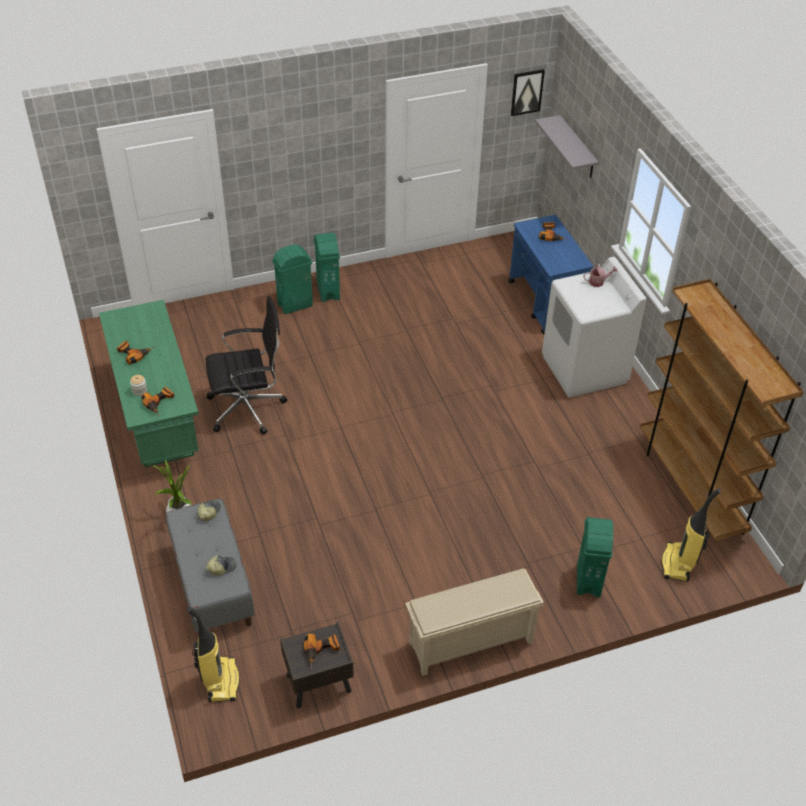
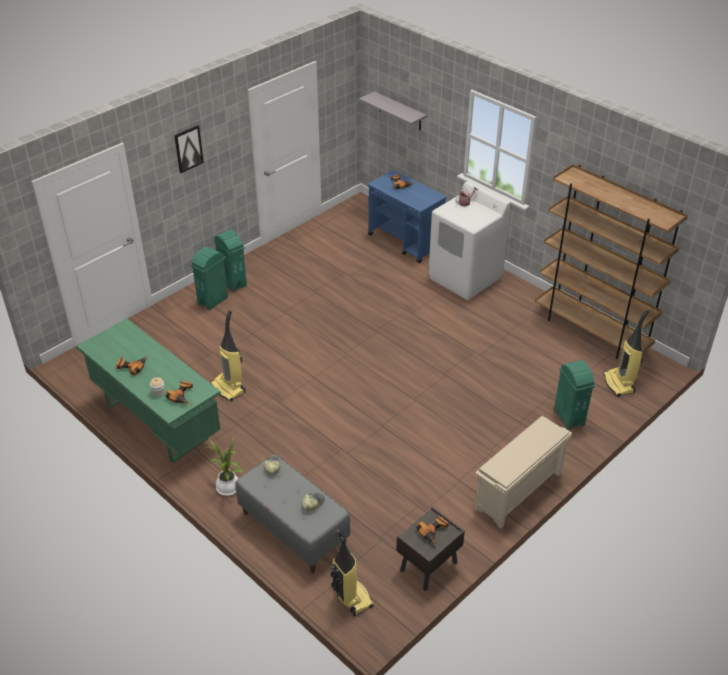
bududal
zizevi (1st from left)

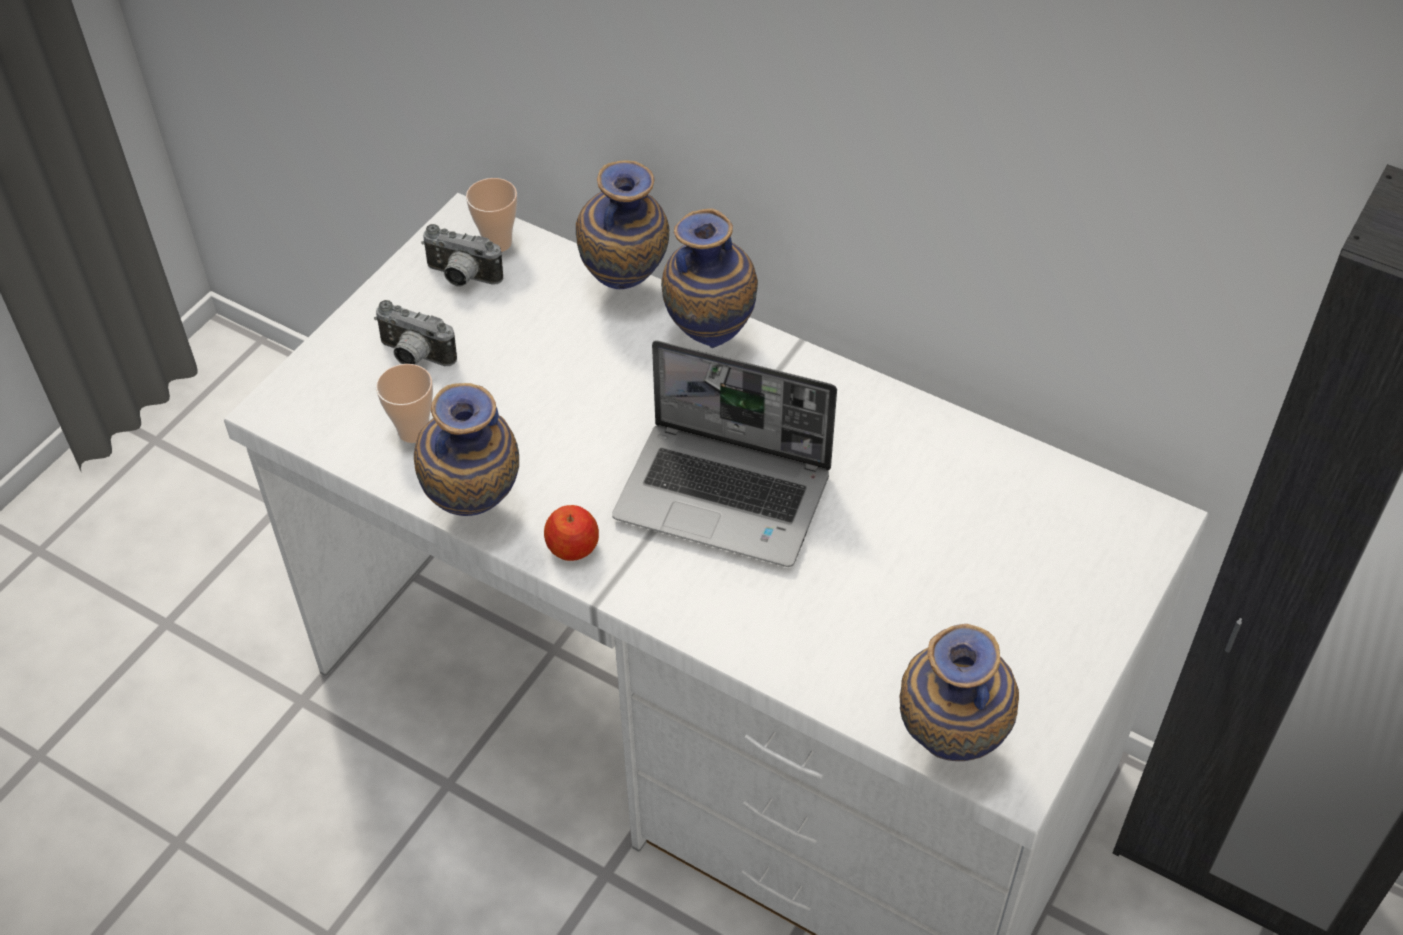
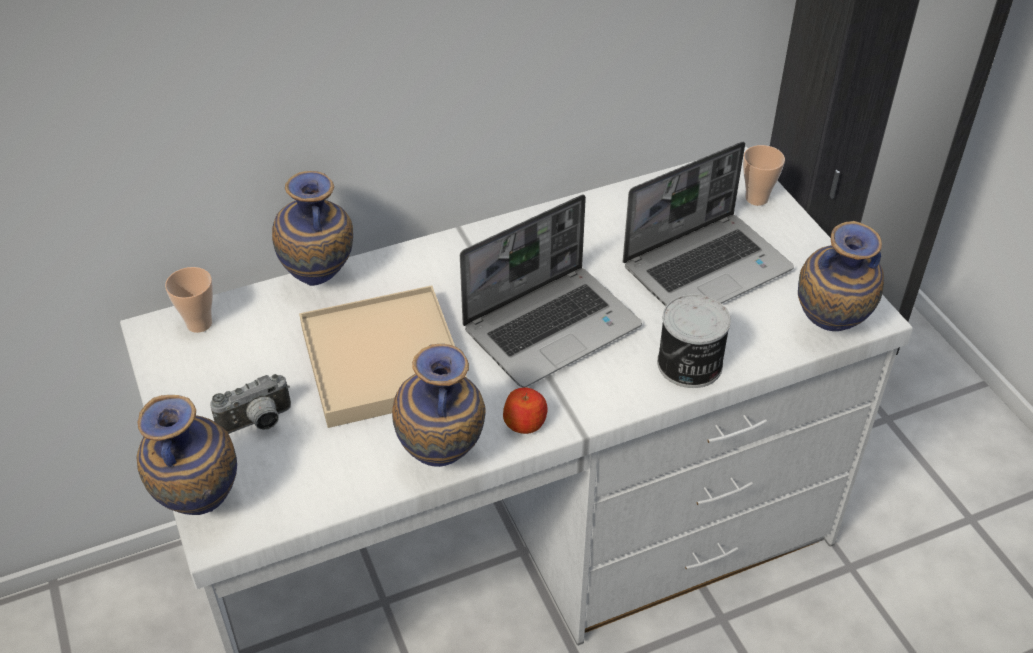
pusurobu (1st from left)
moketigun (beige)
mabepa (2nd from left)
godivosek
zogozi (2nd from left)
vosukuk (2nd from left in the first image)

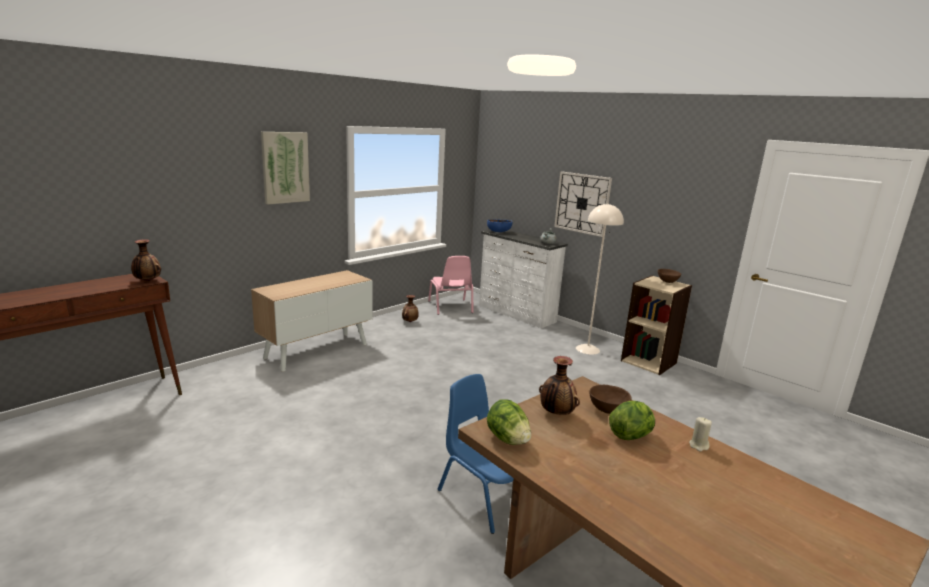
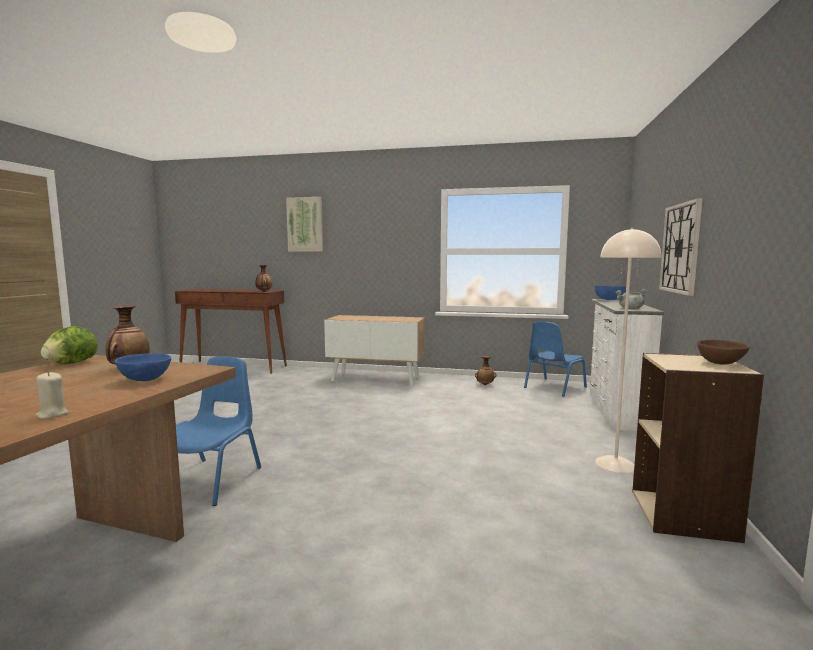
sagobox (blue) (1st from left)
bududal
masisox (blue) (2nd from left)
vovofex (2nd from left in the first image)

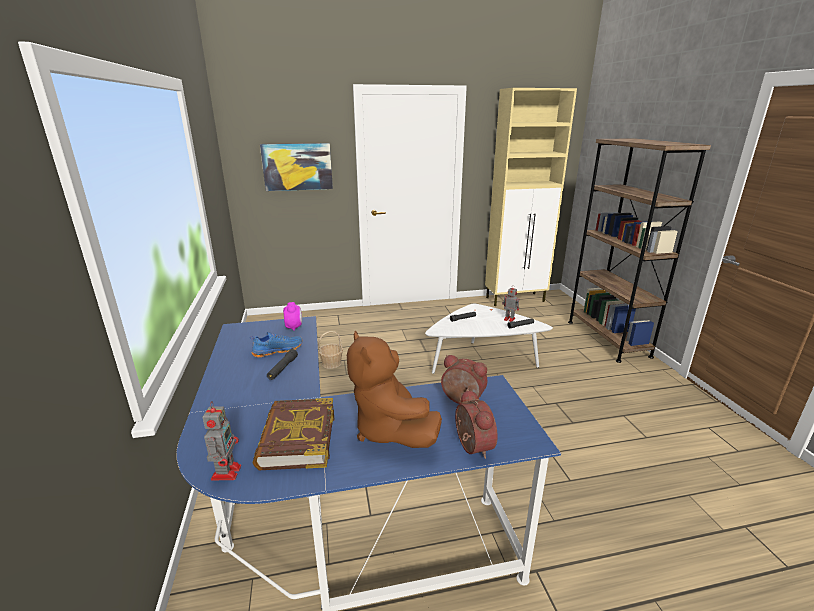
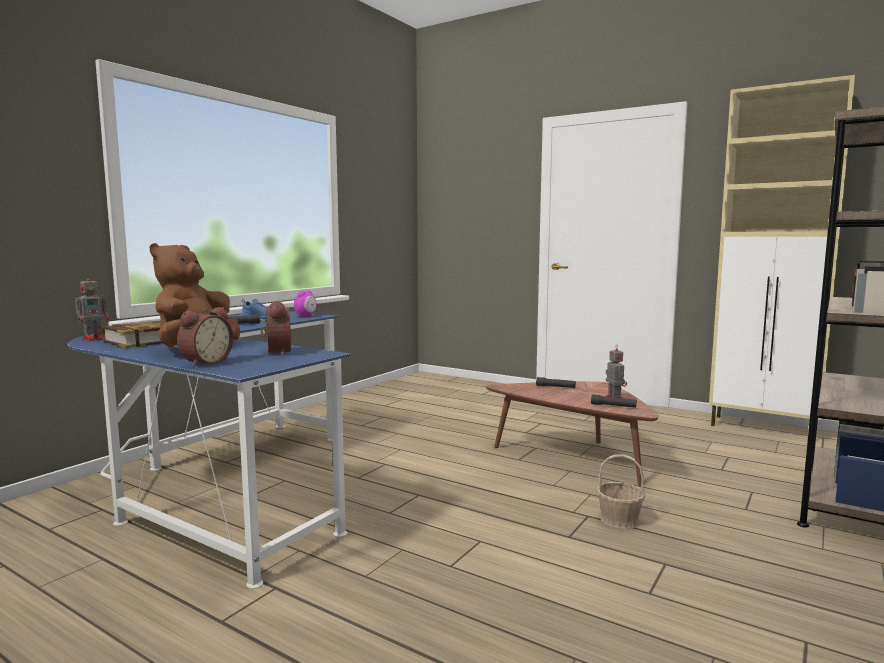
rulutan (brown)
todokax
bududal

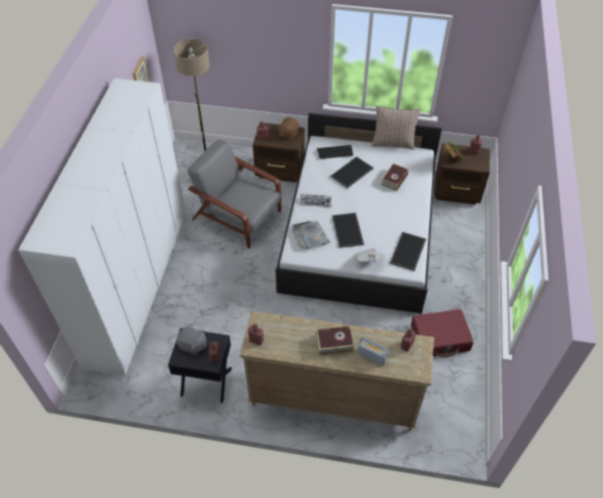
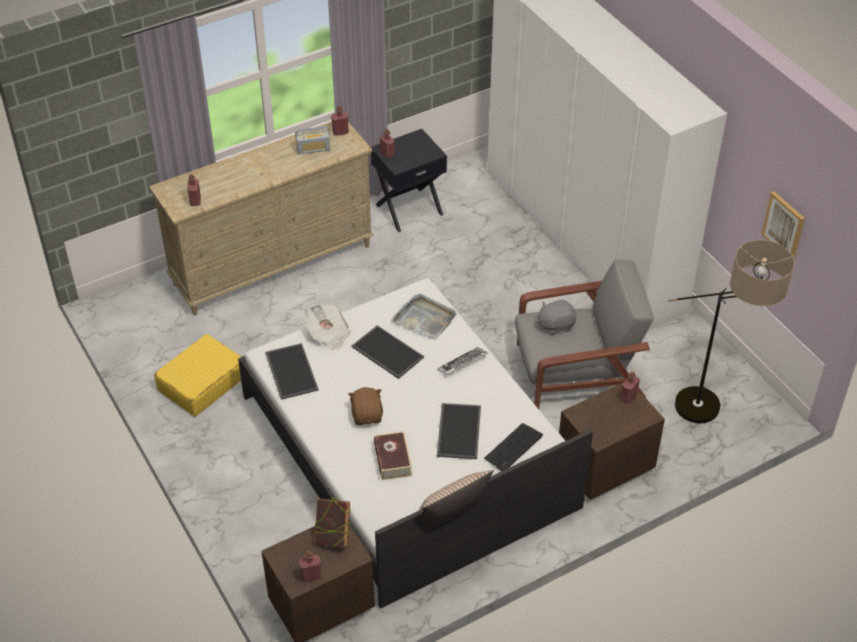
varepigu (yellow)
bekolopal
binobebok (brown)
binobebok (grey)
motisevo (1st from left in the first image)

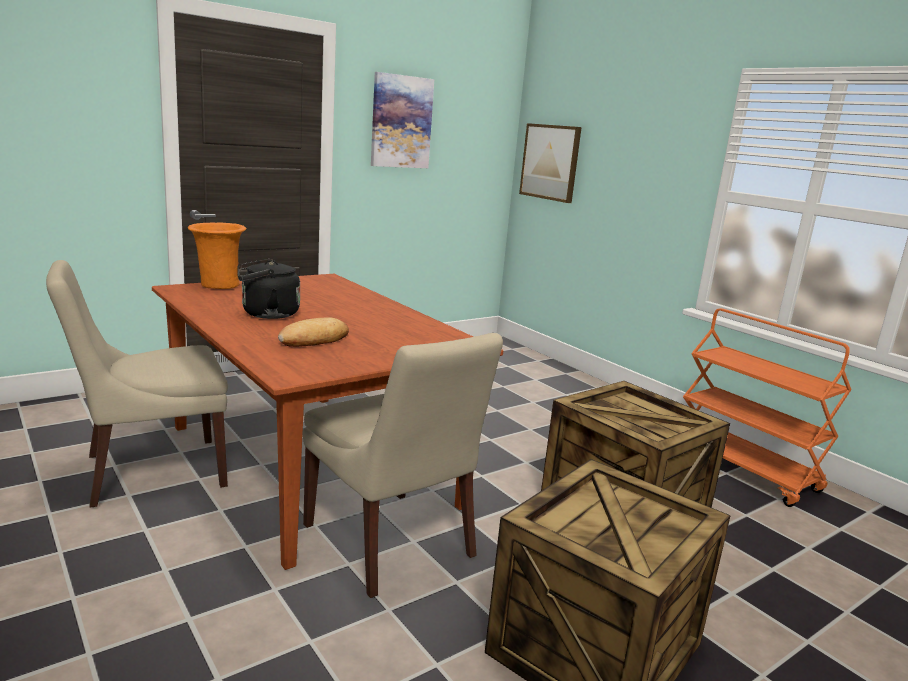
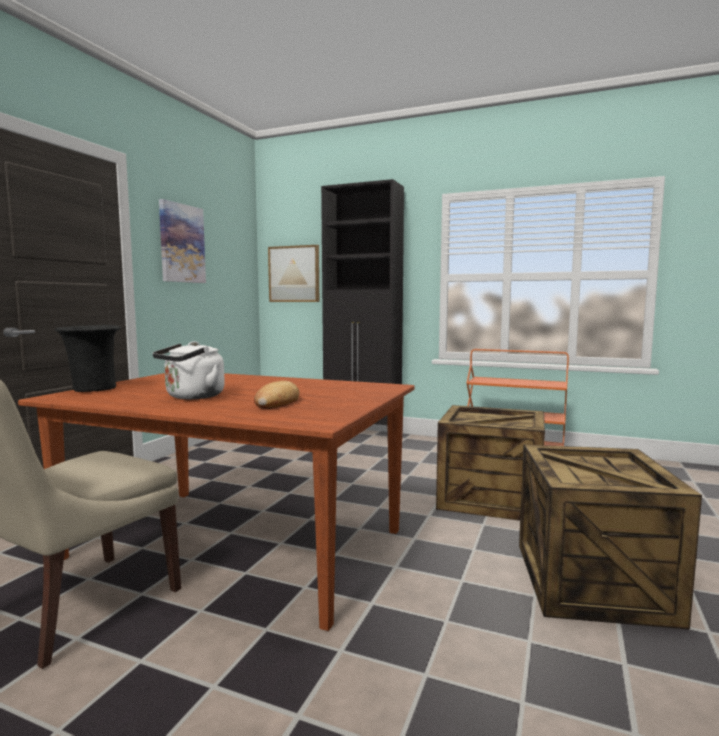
pusurobu (black)
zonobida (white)
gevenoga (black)
masisox (beige) (2nd from left in the first image)

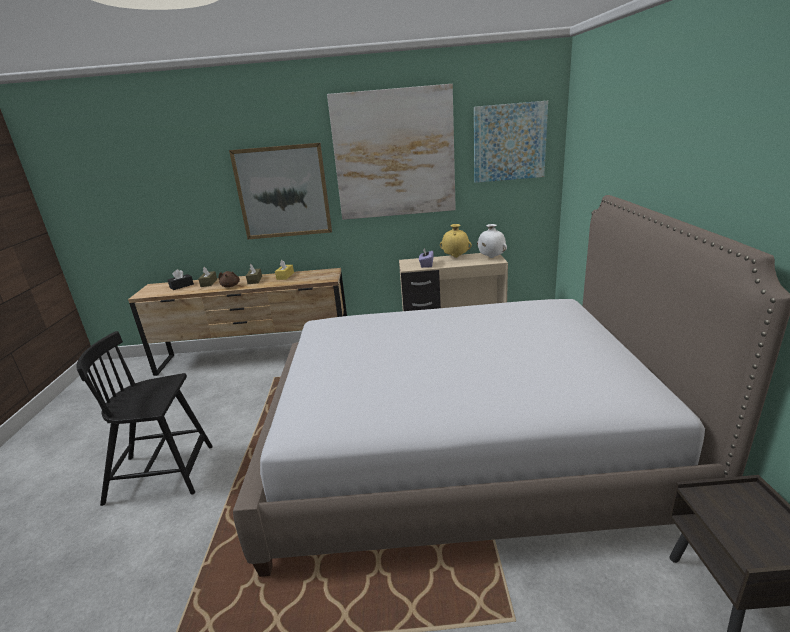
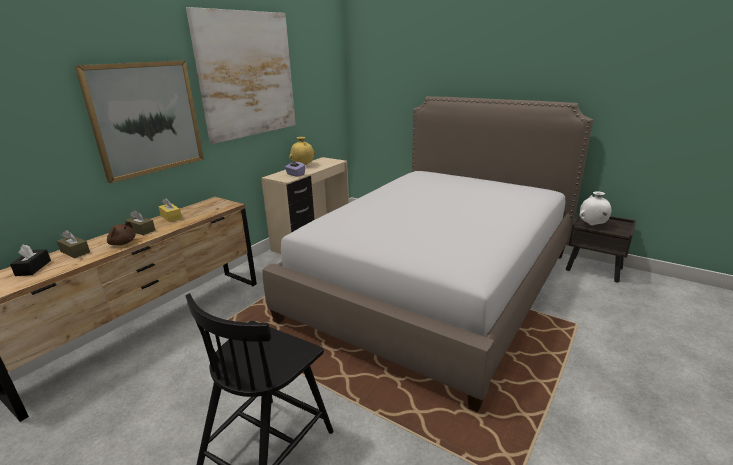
pusurobu (white)
bududal (3rd from left in the first image)

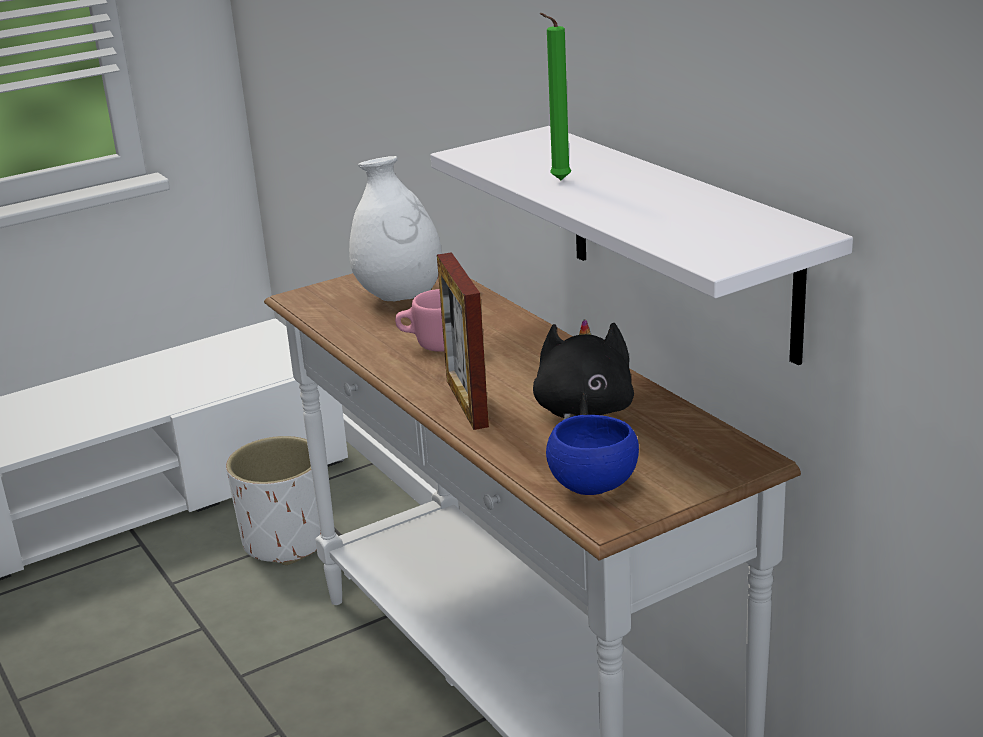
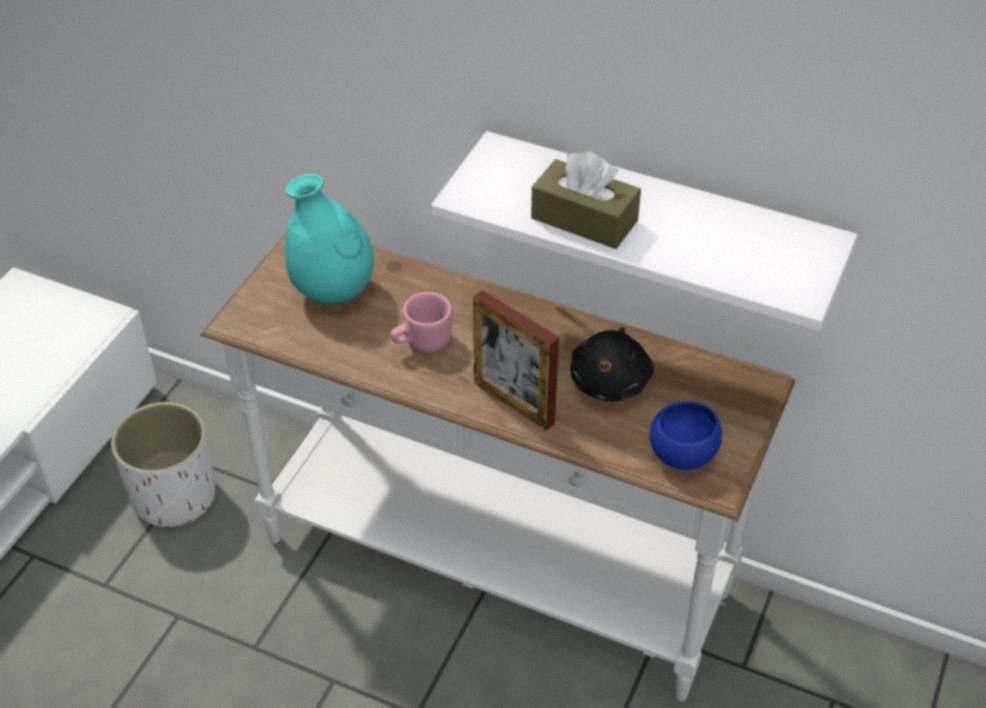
pusurobu (turquoise)
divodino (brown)
binobebok (black)

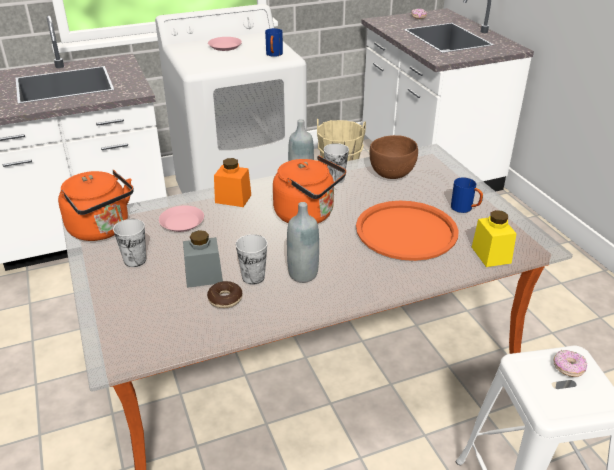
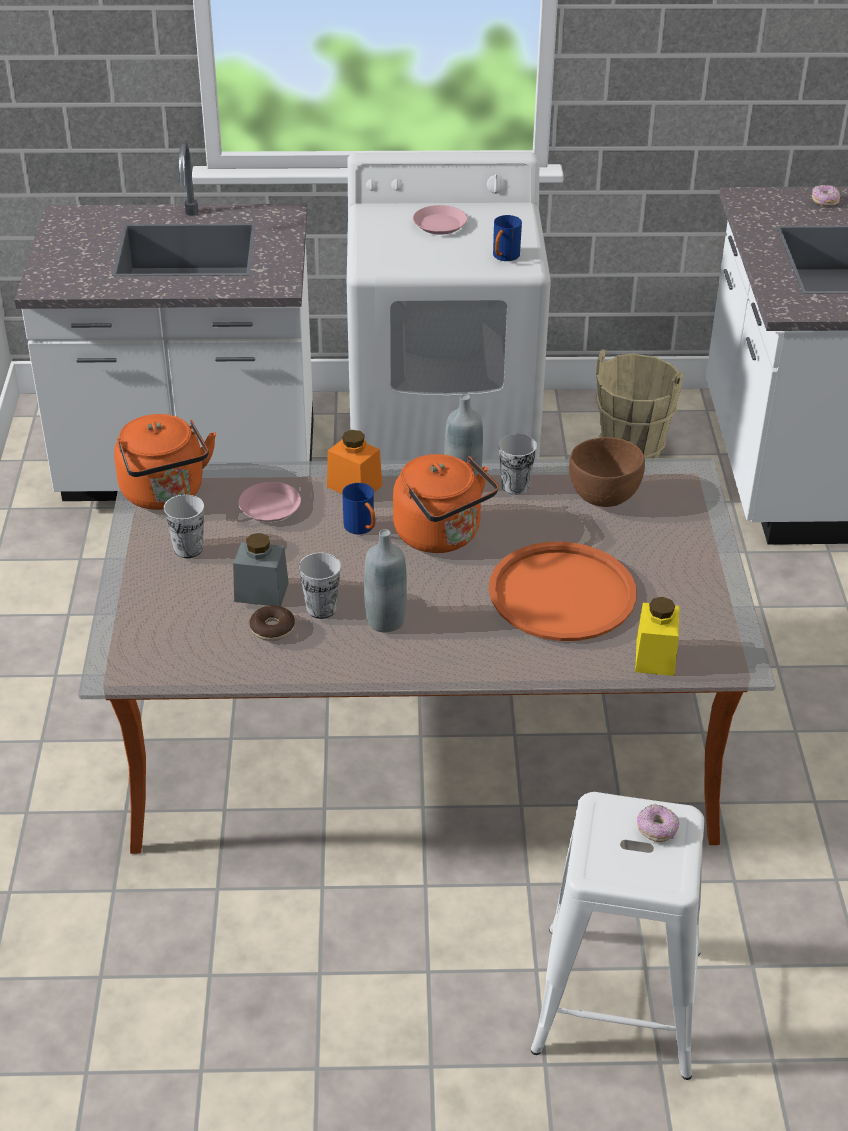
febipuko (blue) (1st from left)

